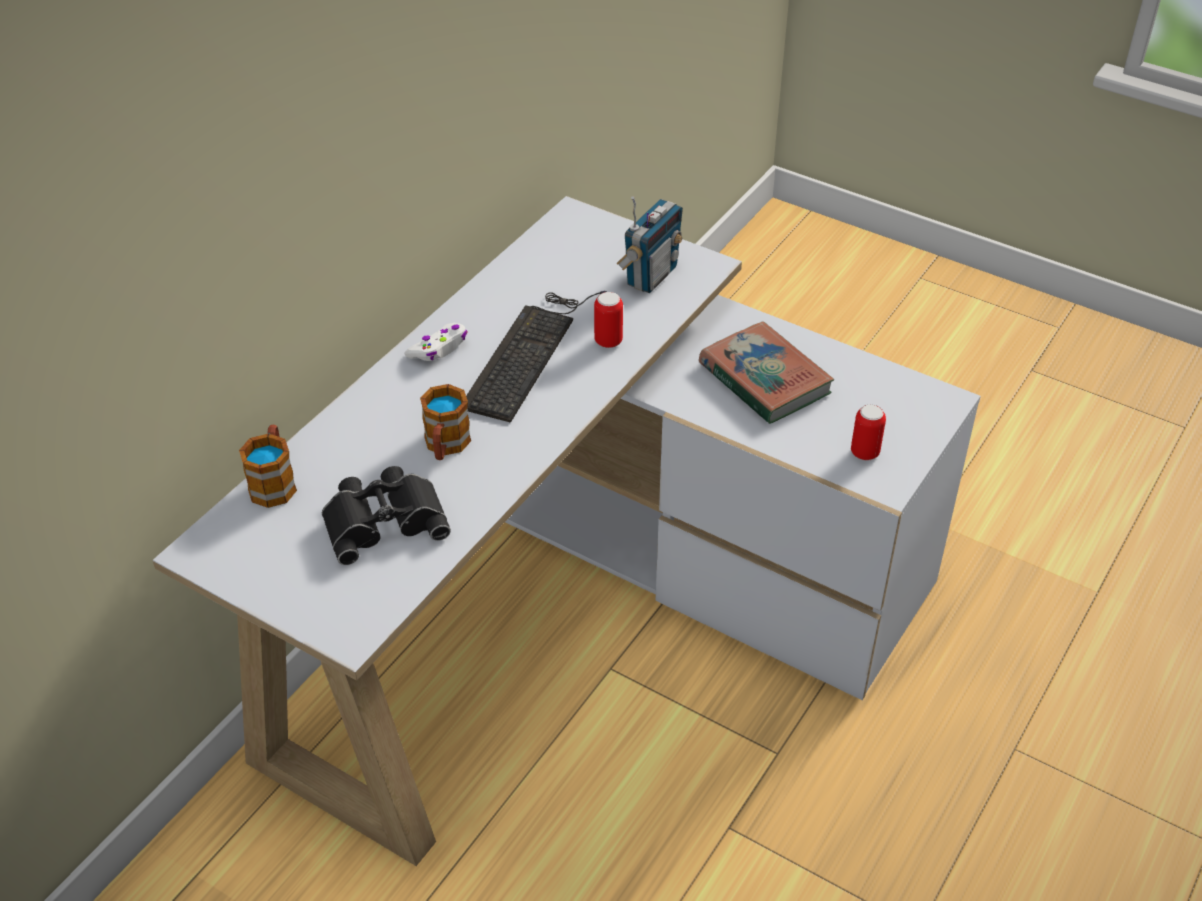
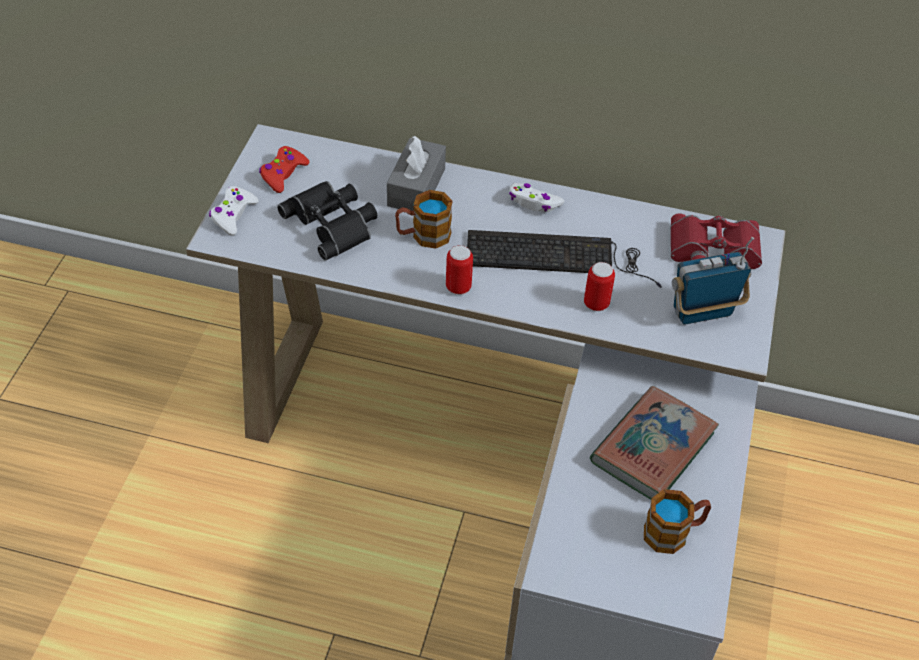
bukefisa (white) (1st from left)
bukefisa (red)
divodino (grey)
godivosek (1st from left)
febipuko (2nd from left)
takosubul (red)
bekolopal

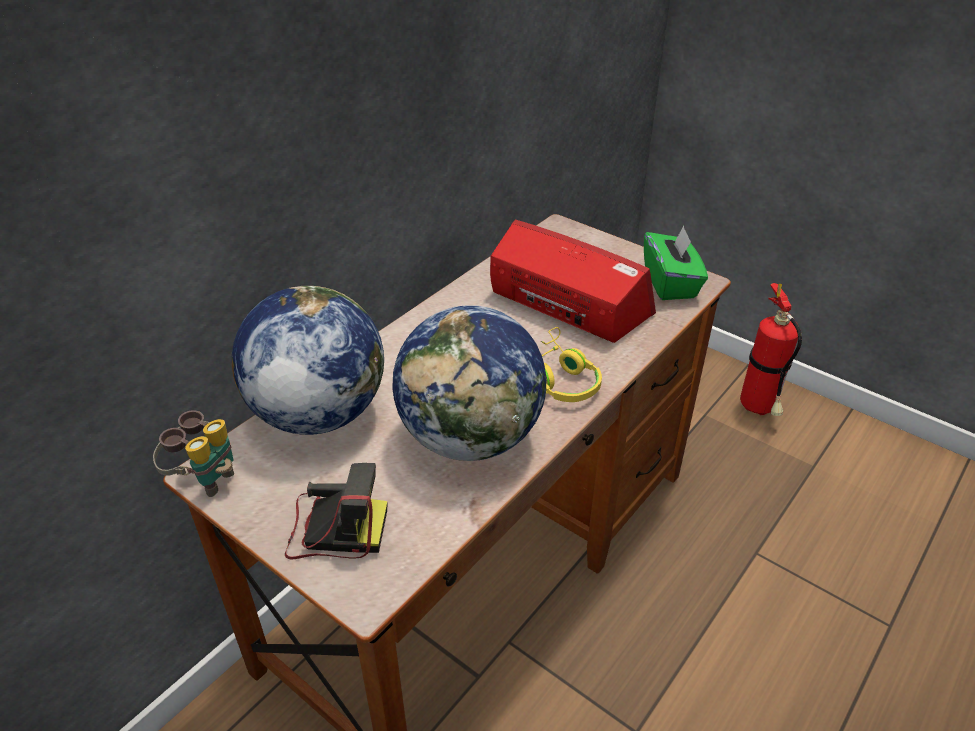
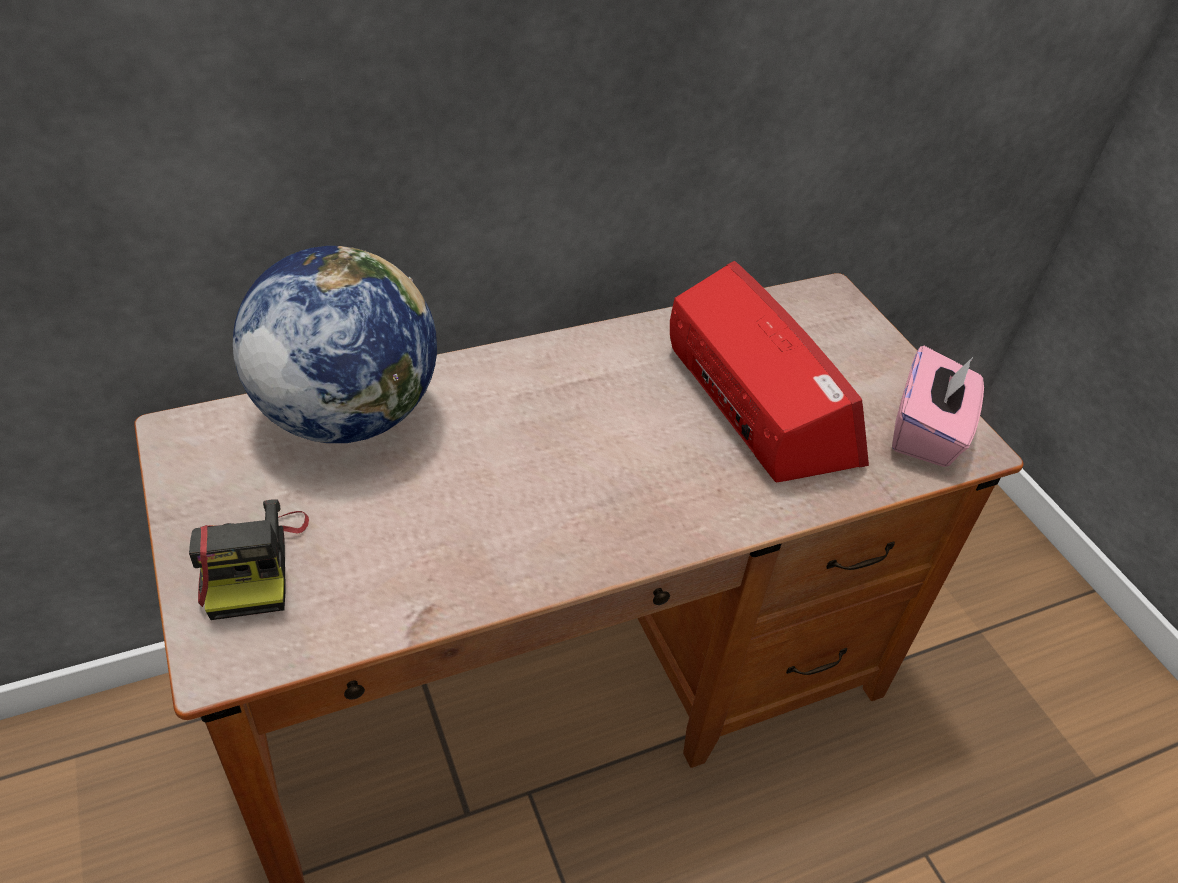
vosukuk
divodino (pink)
takosubul
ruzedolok (2nd from left in the first image)
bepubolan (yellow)
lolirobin

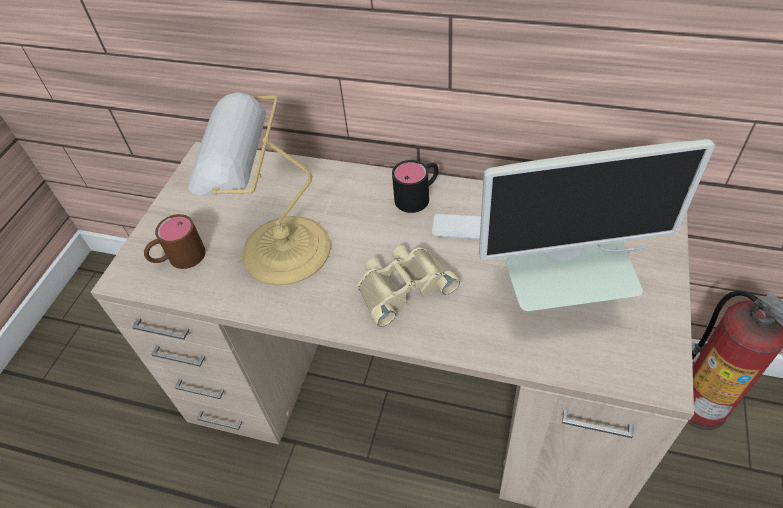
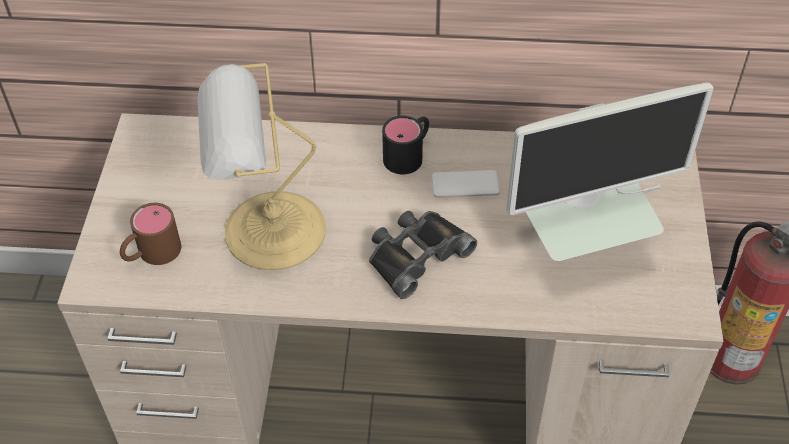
takosubul (black)

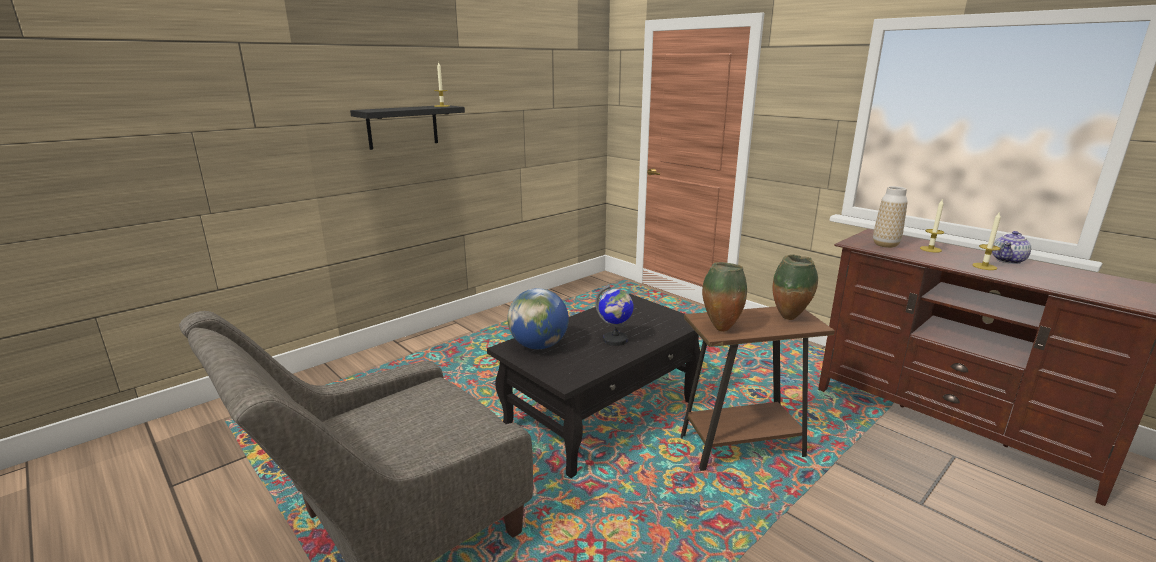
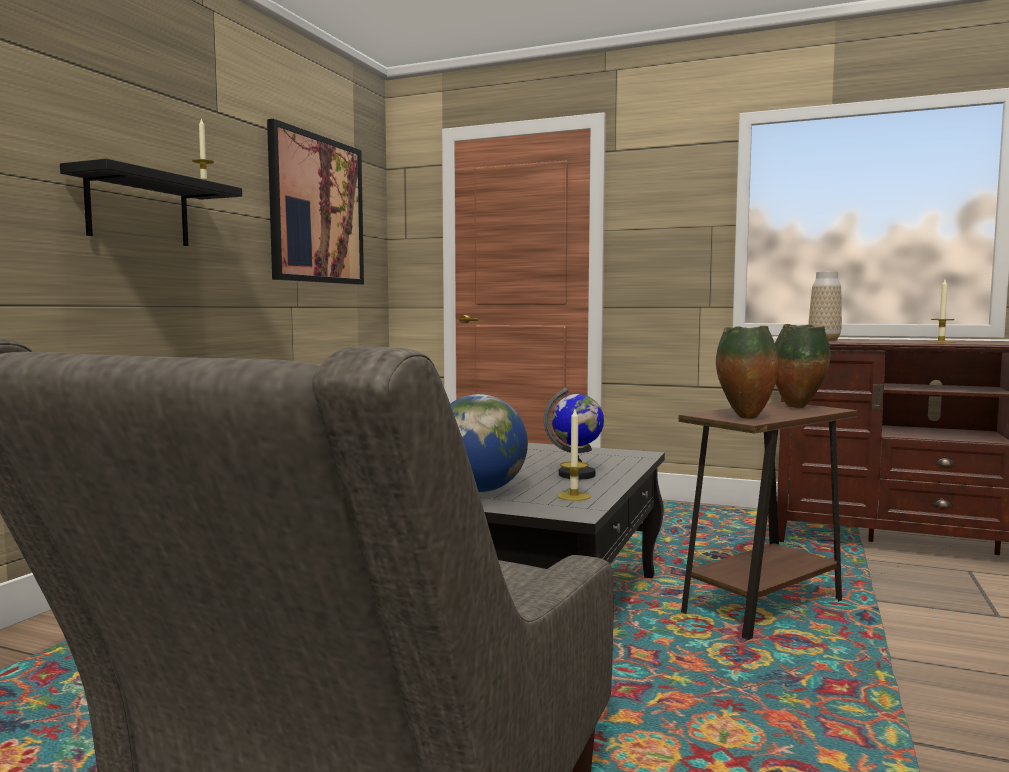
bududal
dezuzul (2nd from left)
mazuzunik

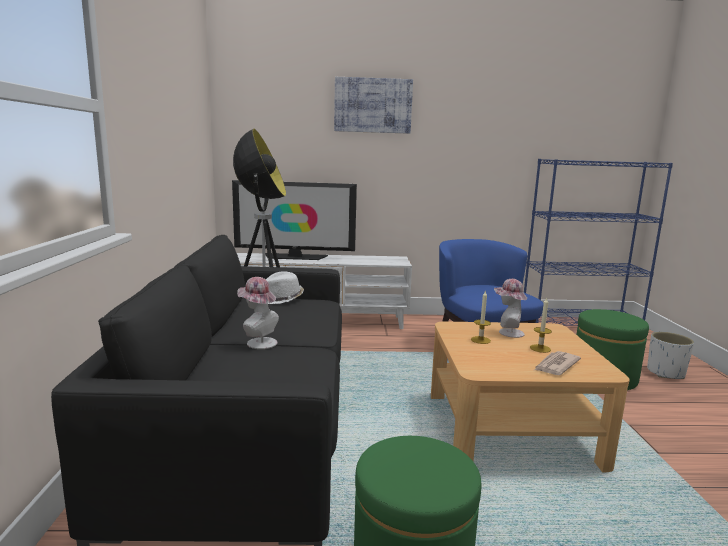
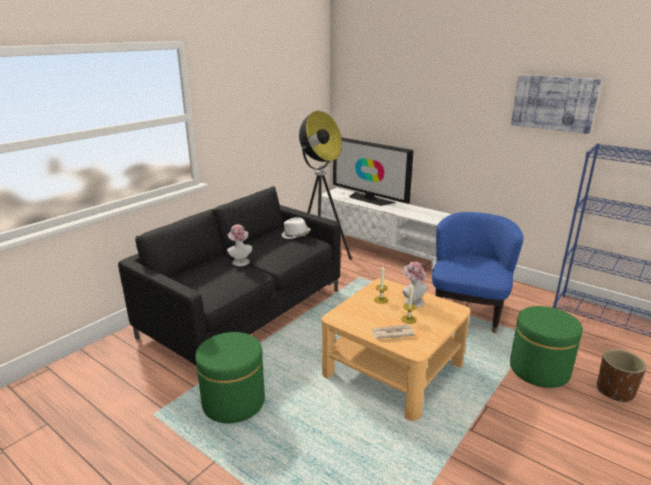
bududal
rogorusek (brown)

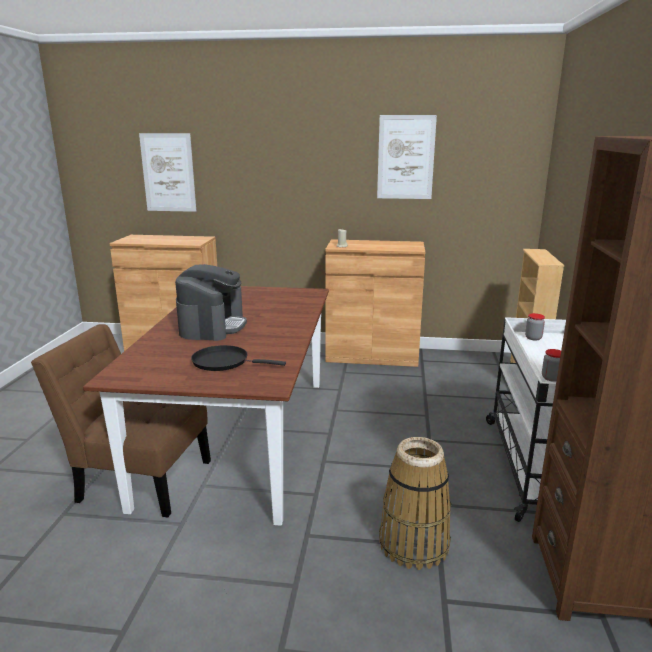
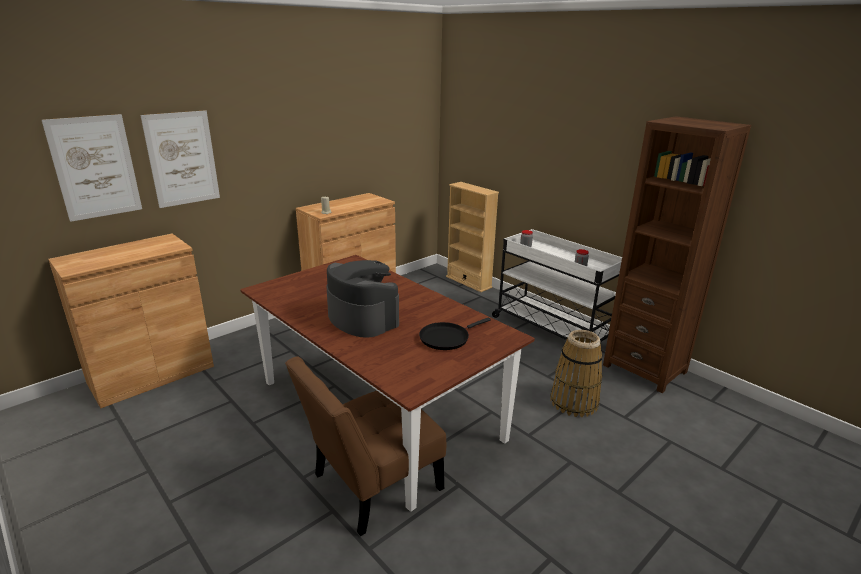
bududal (2nd from left)

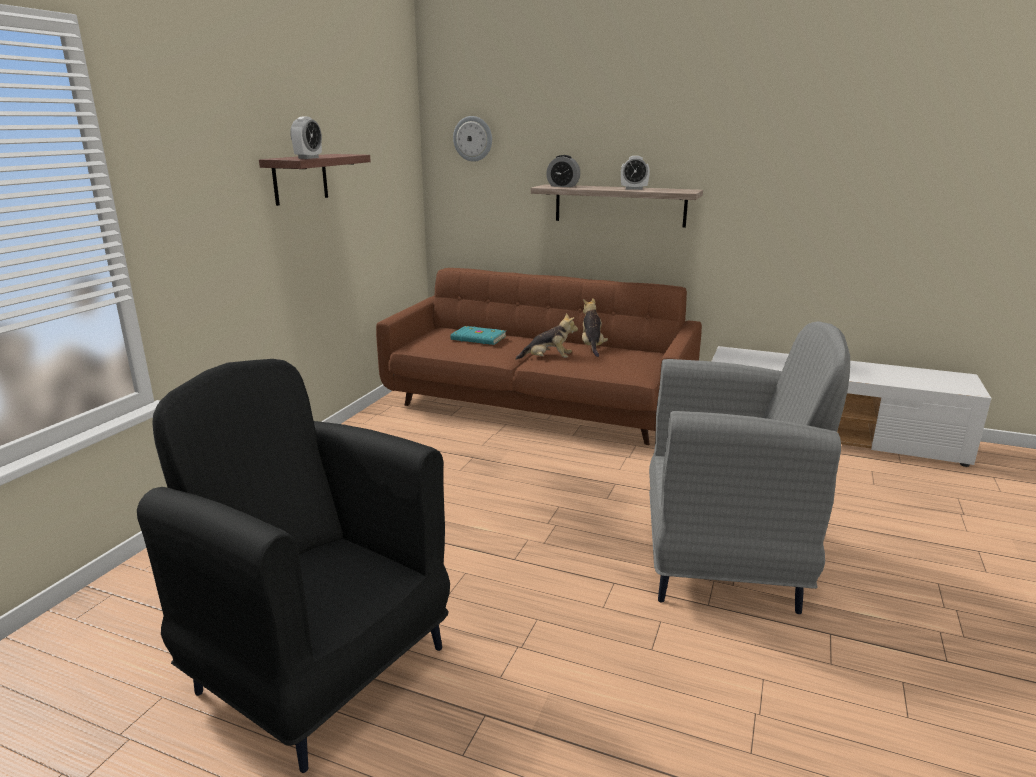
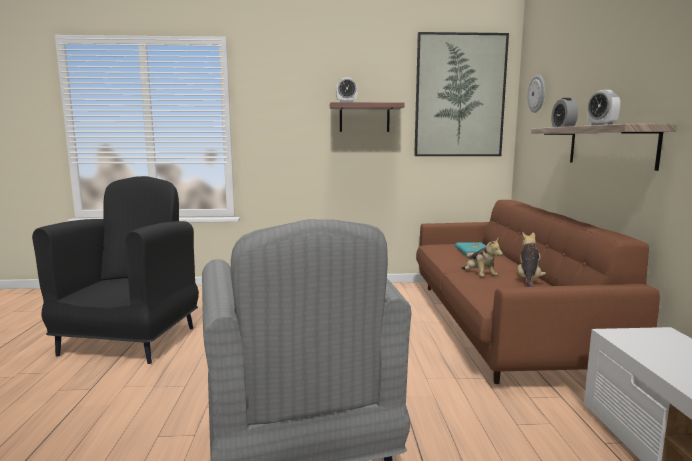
bududal
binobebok (2nd from left)

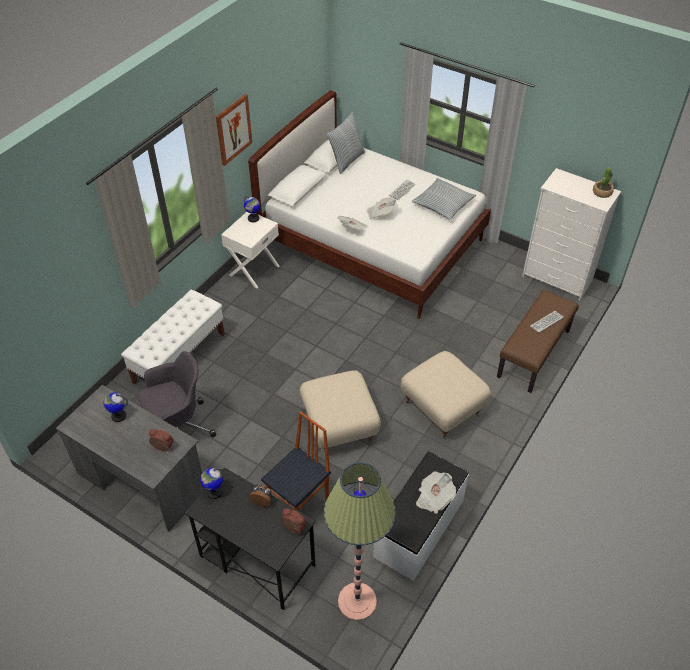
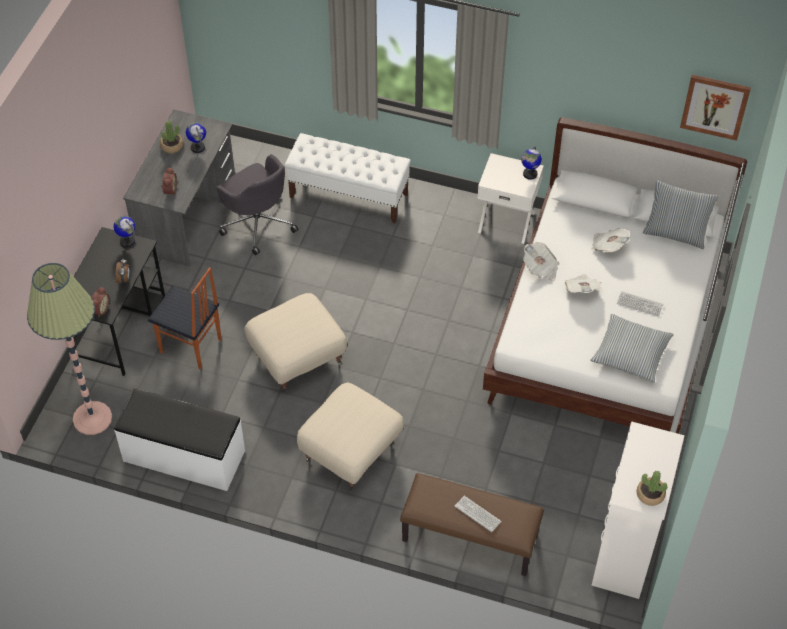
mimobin (1st from left)
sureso (3rd from left)
bududal

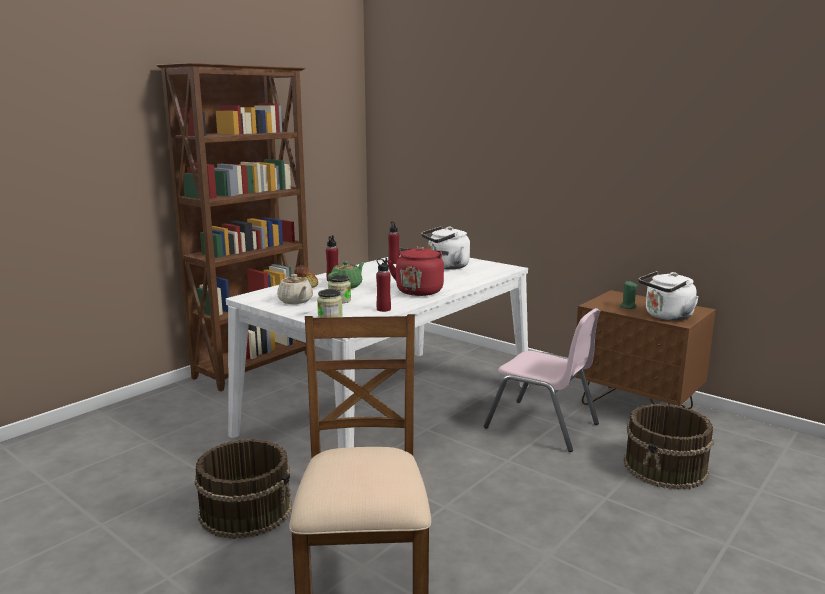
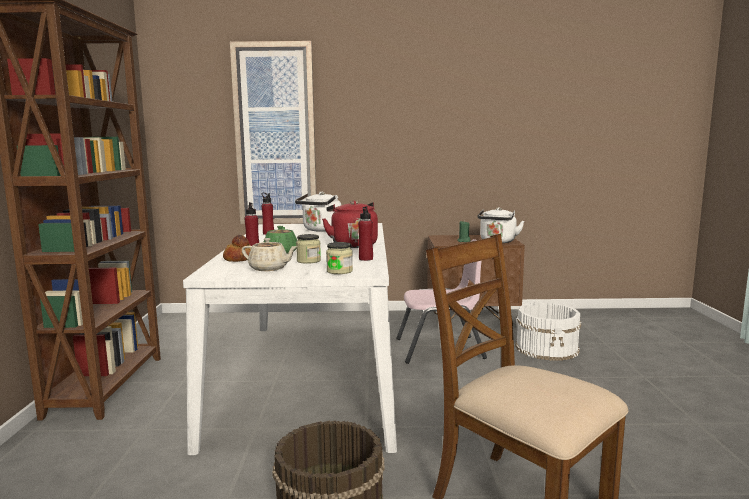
bududal
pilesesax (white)

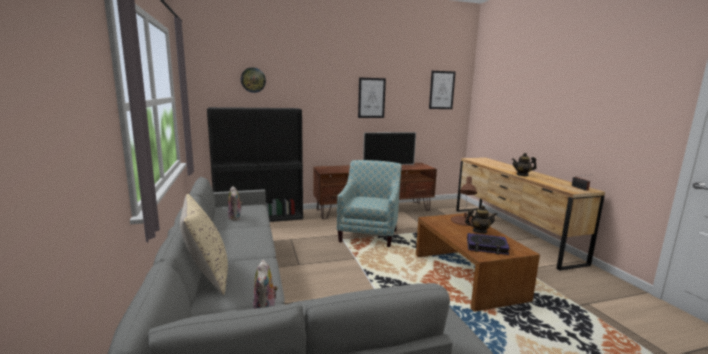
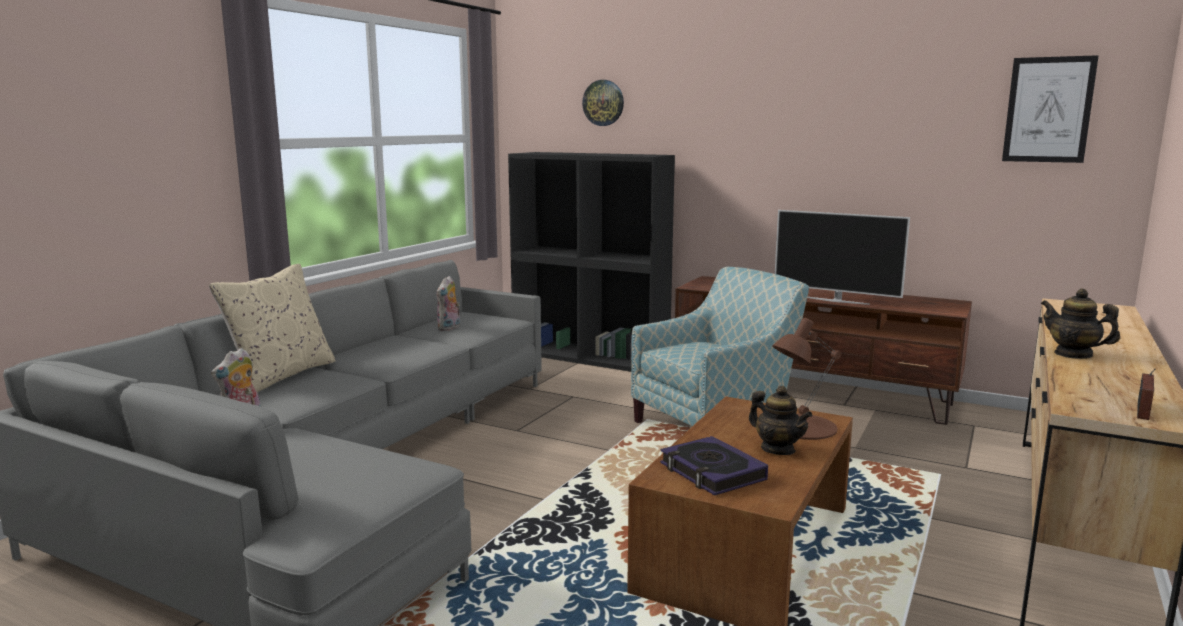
bududal (1st from left in the first image)

